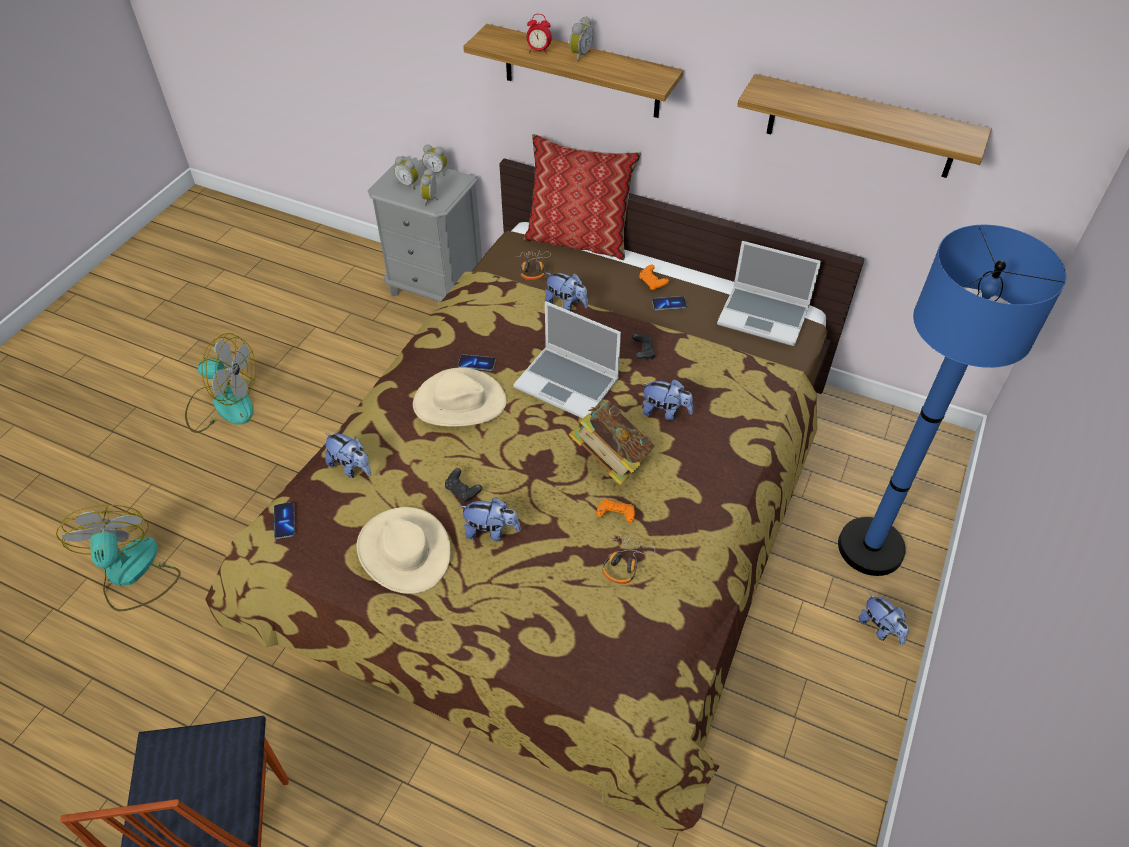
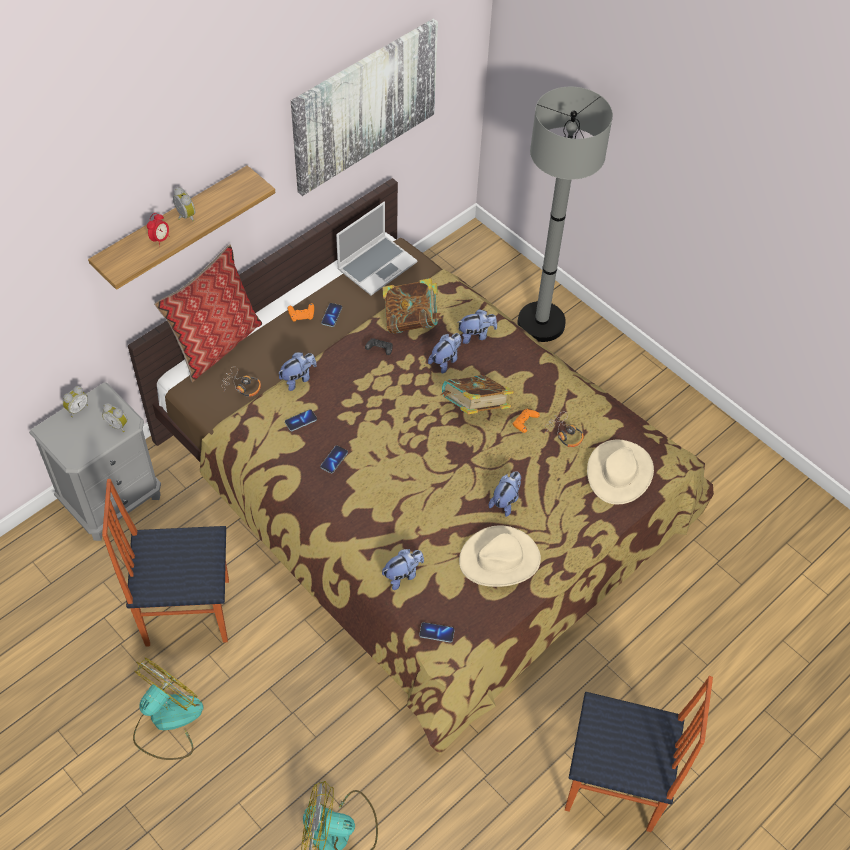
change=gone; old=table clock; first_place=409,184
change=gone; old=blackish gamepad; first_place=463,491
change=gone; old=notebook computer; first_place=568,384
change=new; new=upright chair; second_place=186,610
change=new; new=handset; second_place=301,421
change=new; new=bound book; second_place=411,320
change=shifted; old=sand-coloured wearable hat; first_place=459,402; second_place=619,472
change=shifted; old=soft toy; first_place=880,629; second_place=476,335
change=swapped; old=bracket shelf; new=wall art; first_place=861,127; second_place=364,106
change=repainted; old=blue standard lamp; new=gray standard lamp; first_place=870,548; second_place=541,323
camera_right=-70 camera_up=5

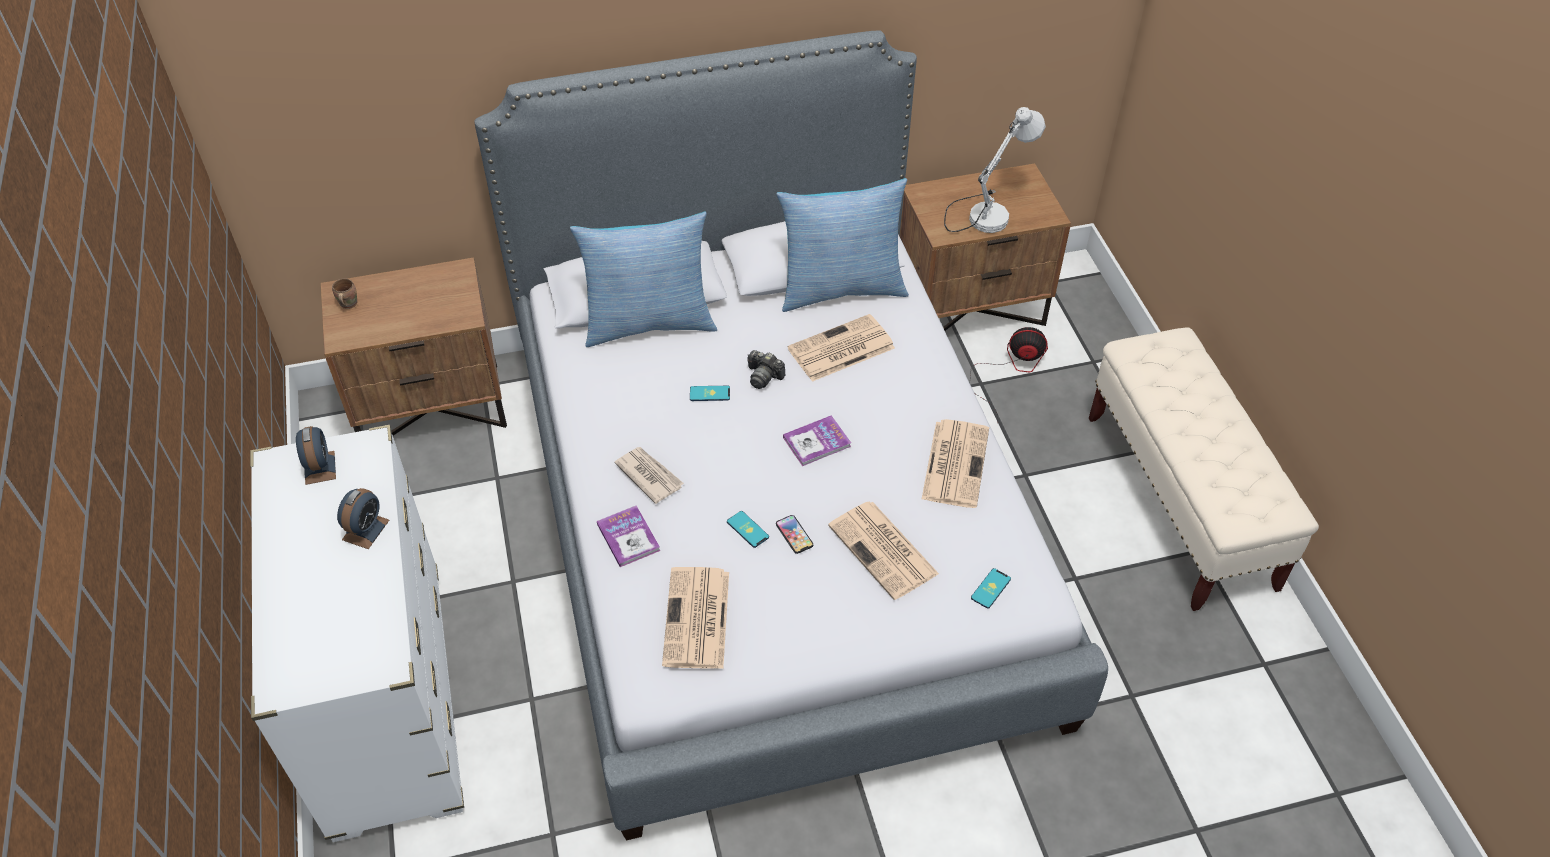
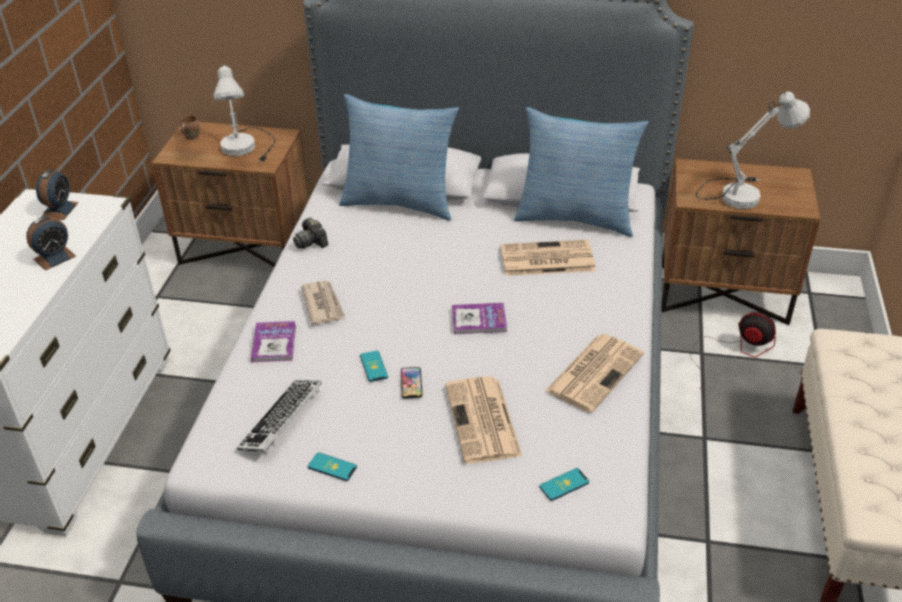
change=new; new=white-coloured lamp for a table; second_place=248,150
change=shifted; old=handset; first_place=710,394; second_place=332,467
change=shifted; old=still camera; first_place=763,376; second_place=311,242
change=swapped; old=daily paper; new=keyboard; first_place=697,620; second_place=282,420
camera_right=25 camera_up=-10

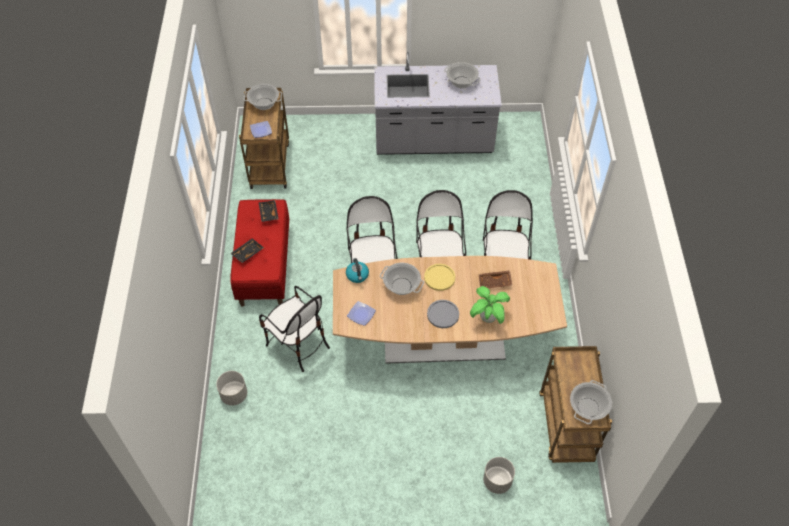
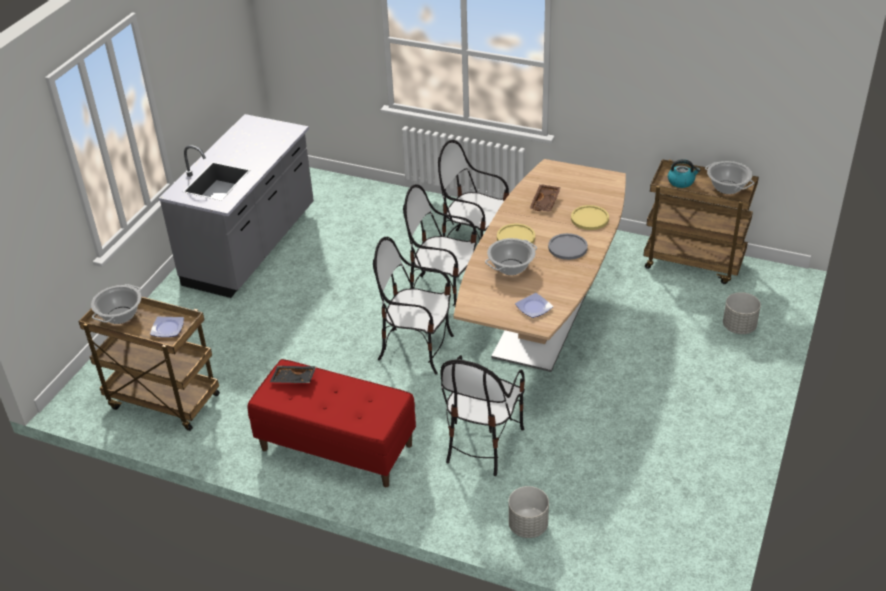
change=gone; old=blackish serving tray; first_place=247,252
change=gone; old=stockpot; first_place=461,82
change=shifted; old=tea kettle; first_place=357,275; second_place=681,182
change=swapped; old=potted plant; new=yellow flat dish; first_place=488,318; second_place=589,218
change=rotated; old=upright chair; first_place=298,344; second_place=482,443; degrees=135
camera_right=-65 camera_up=-15

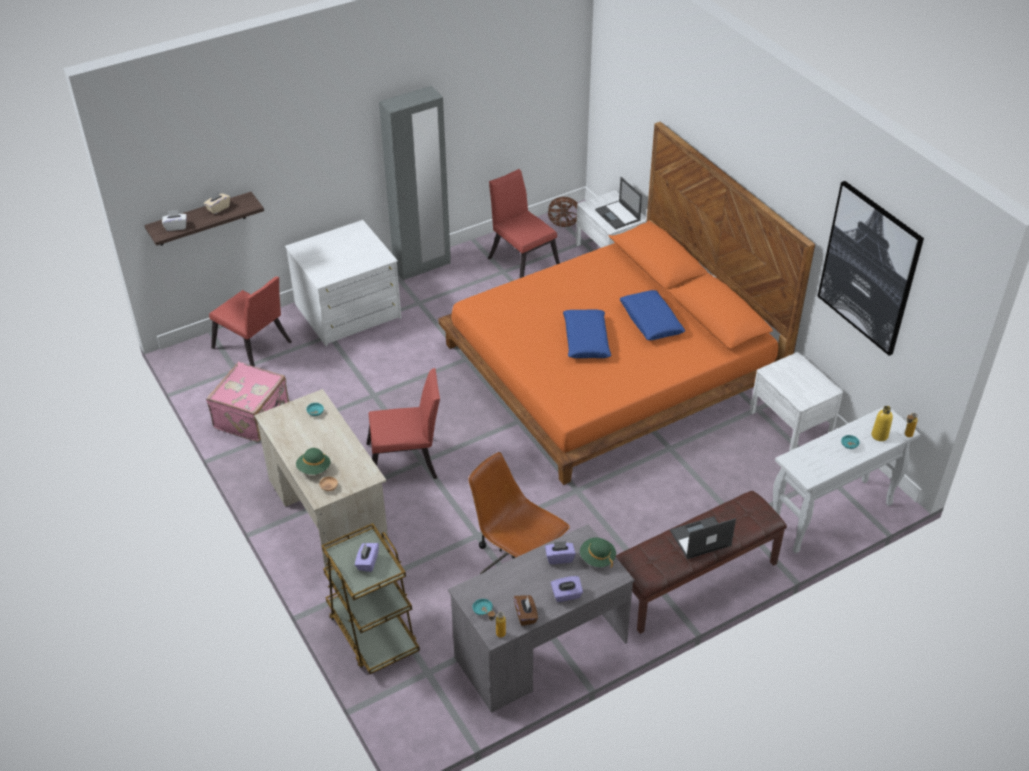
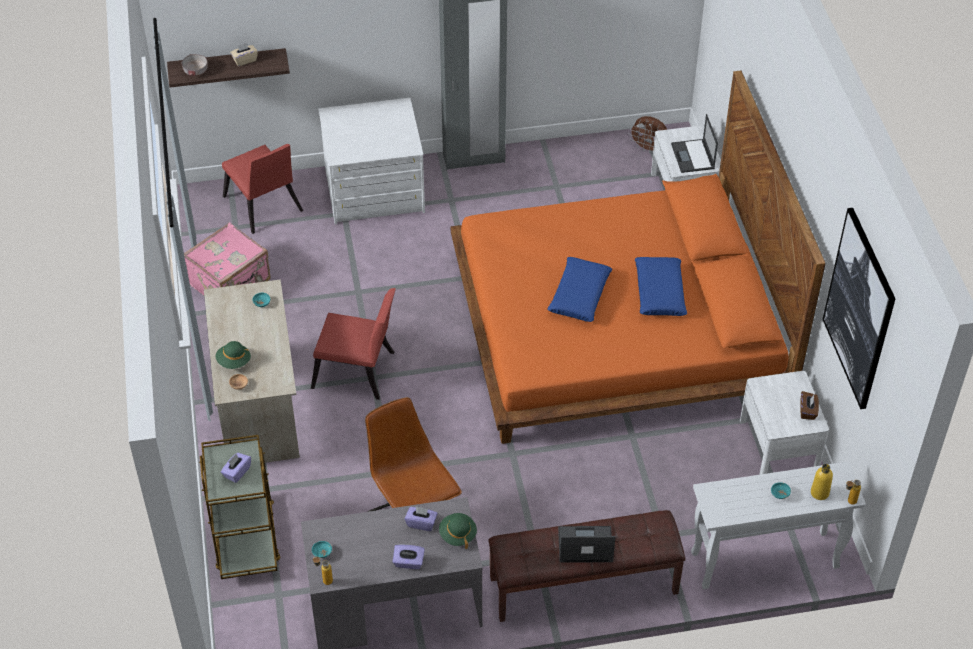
change=gone; old=reddish upright chair; first_place=522,261
change=shifted; old=brownish tissue box; first_place=525,615; second_place=808,411
change=swapped; old=white-coloured tissue box; new=gray bowl; first_place=176,227; second_place=195,71
camera_right=20 camera_up=5

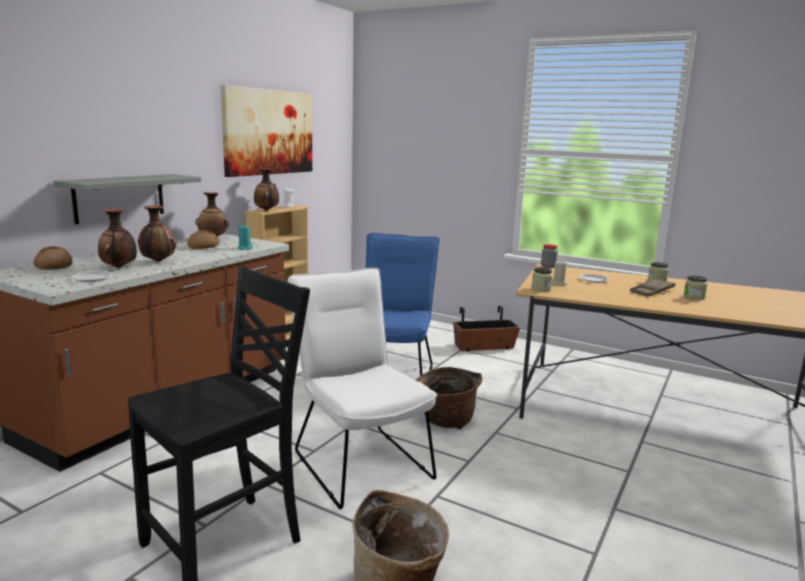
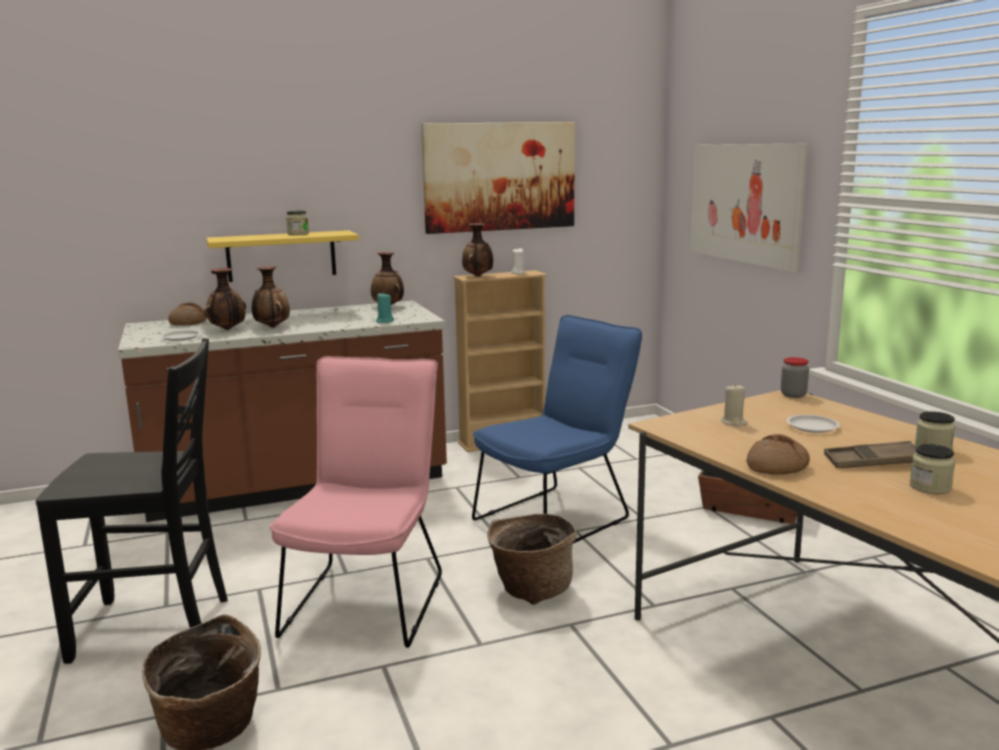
change=new; new=wall art; second_place=745,203
change=shifted; old=bread; first_place=203,246; second_place=777,467
change=shifted; old=jar; first_place=541,289; second_place=298,234
change=repainted; old=gray bracket shelf; new=yellow bracket shelf; first_place=119,198; second_place=281,256
change=repainted; old=white-coloured upright chair; new=pink-coloured upright chair; first_place=358,460; second_place=369,598
camera_right=40 camera_up=0

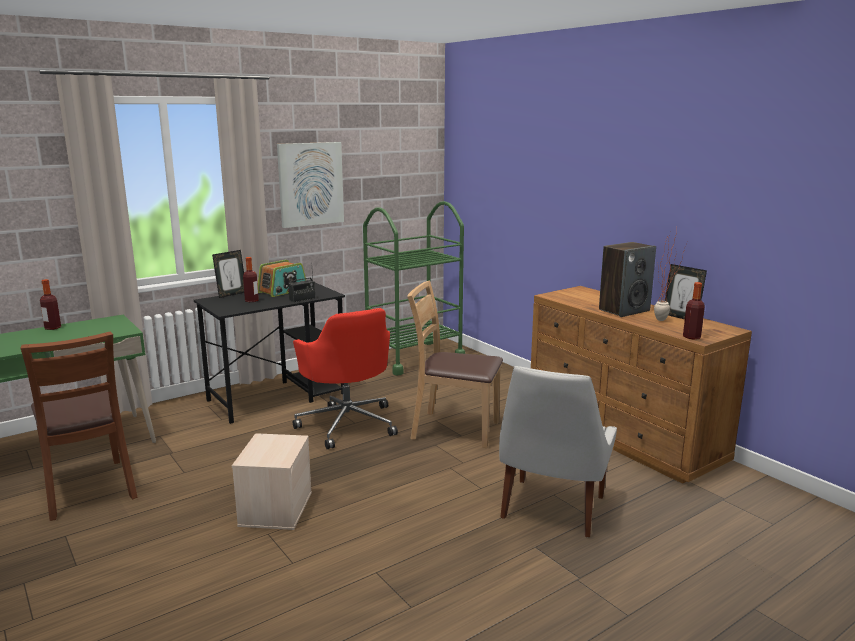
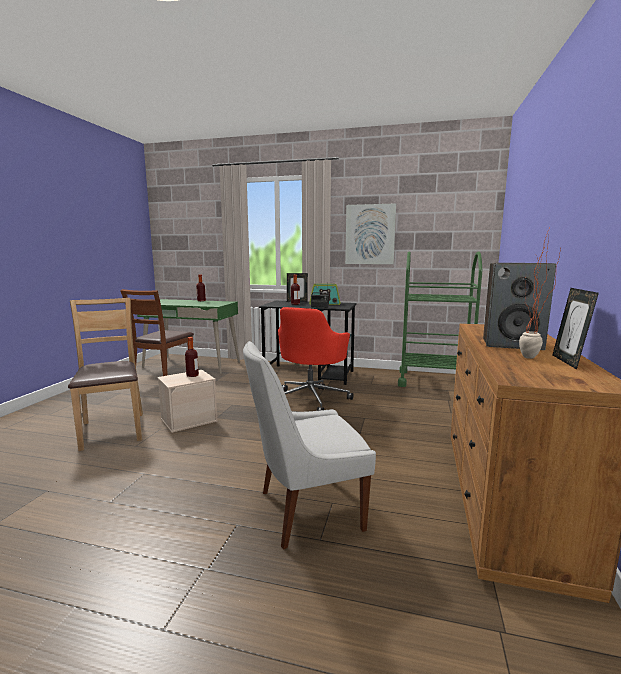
change=shifted; old=brownish upright chair; first_place=454,430; second_place=112,430
change=shifted; old=drink bottle; first_place=691,337; second_place=192,375
camera_right=50 camera_up=-5

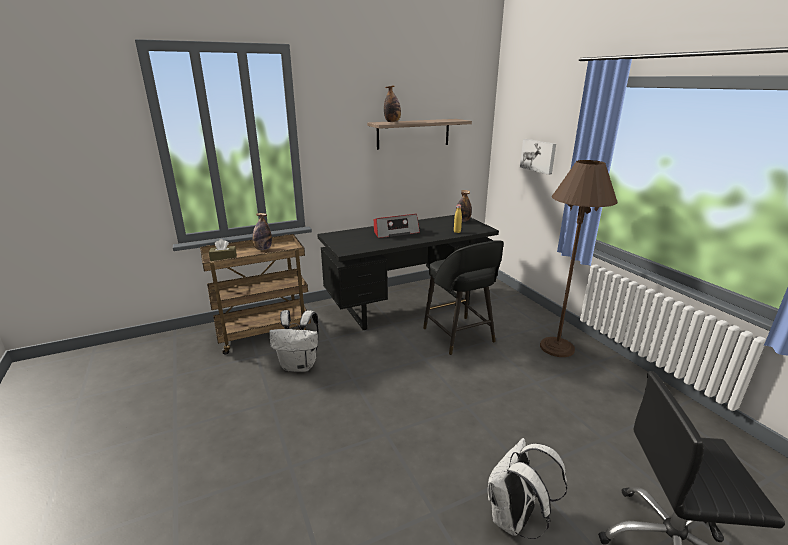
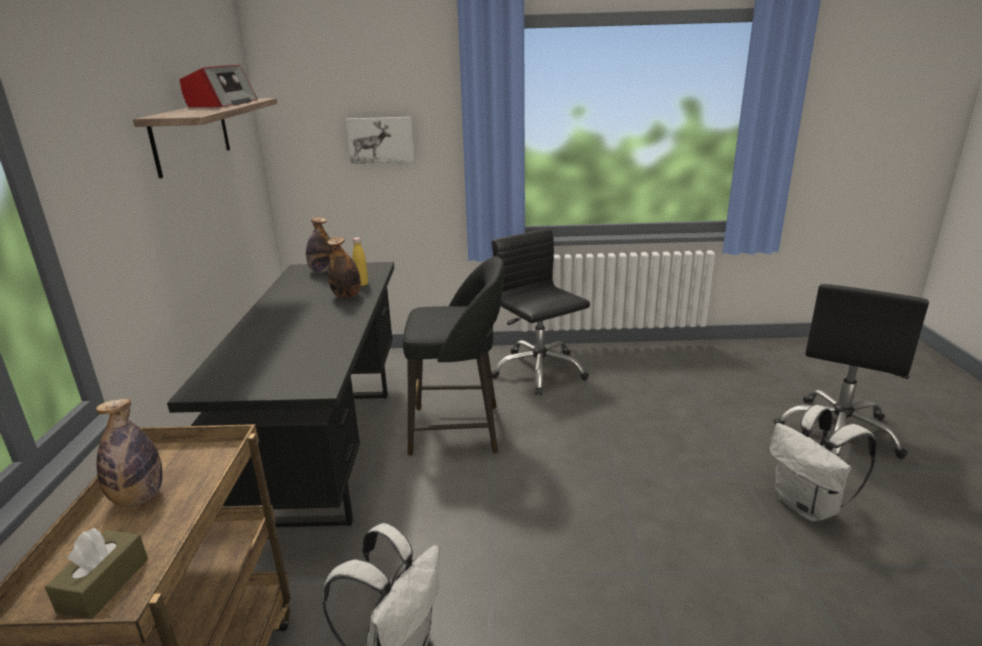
change=shifted; old=radio; first_place=395,232; second_place=222,104
change=shifted; old=drink bottle; first_place=392,122; second_place=347,296
change=swapped; old=brownish standard lamp; new=blackish computer chair; first_place=557,347; second_place=539,371
camera_right=-65 camera_up=0

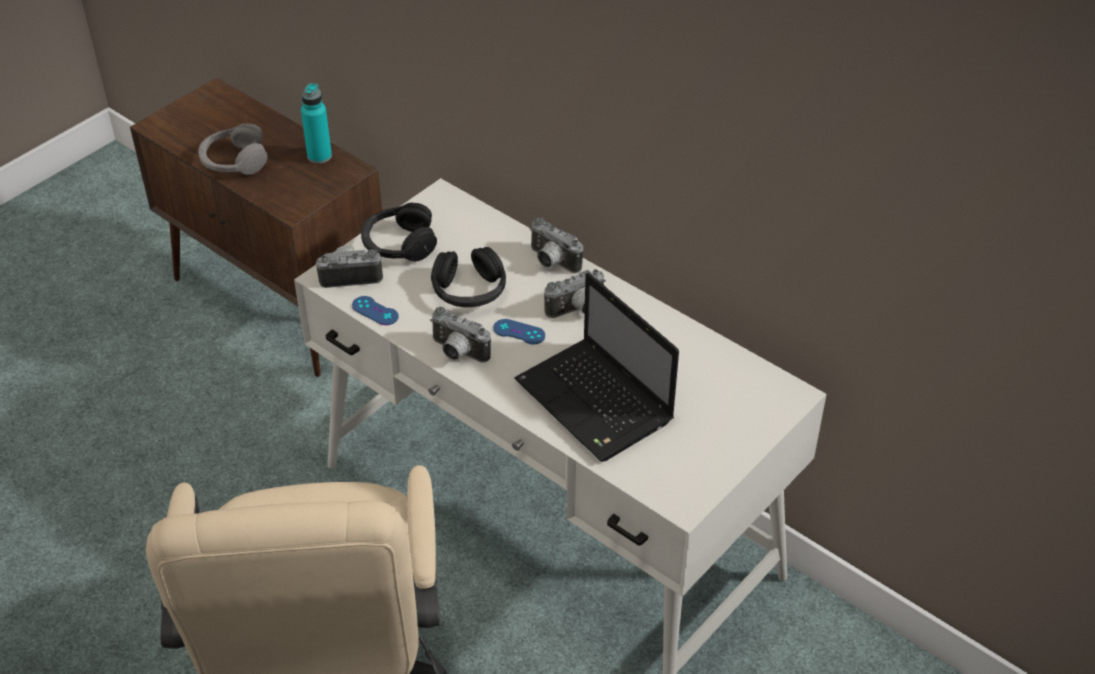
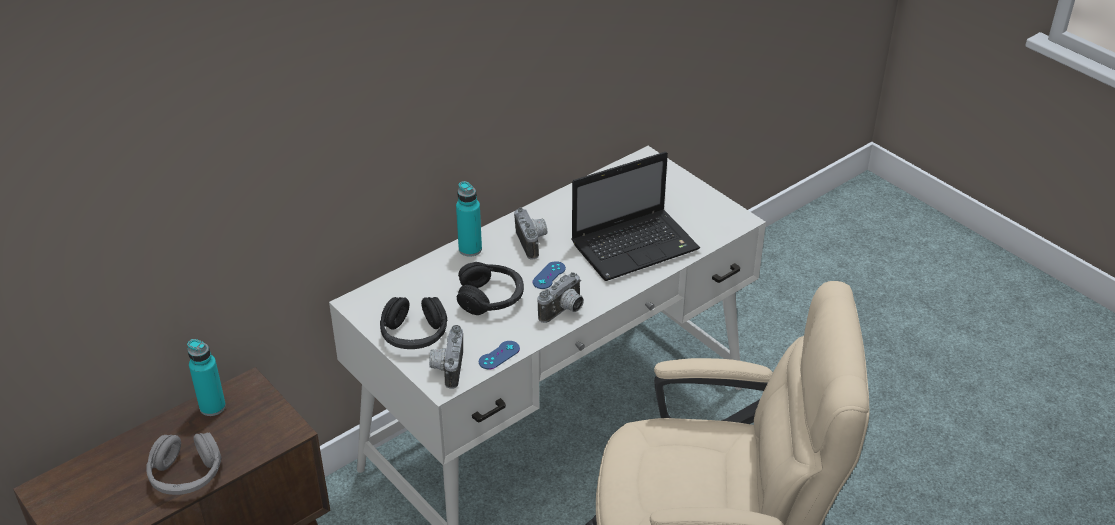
change=swapped; old=still camera; new=turquoise-coloured drink bottle; first_place=551,262; second_place=470,249
camera_right=-80 camera_up=-5

